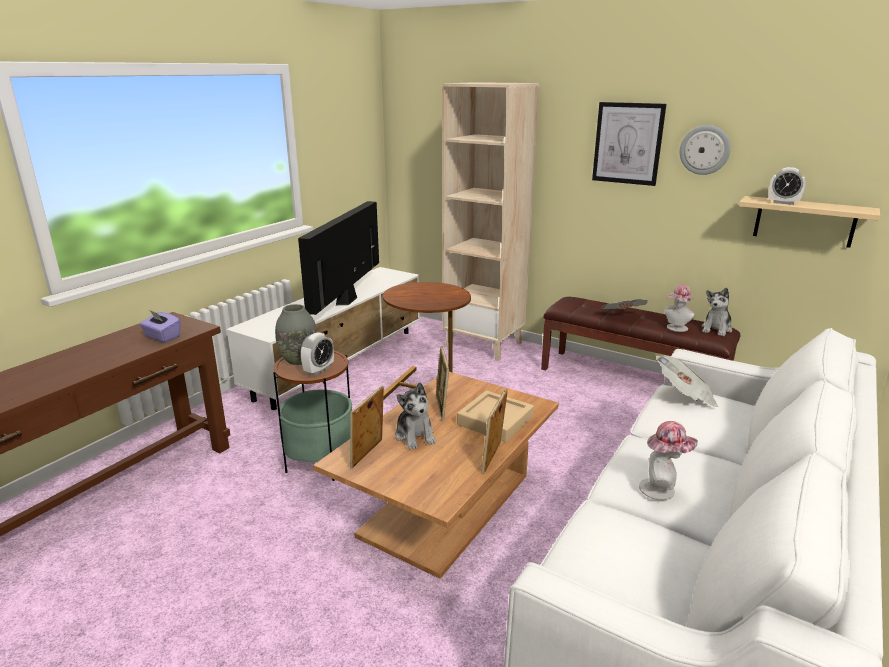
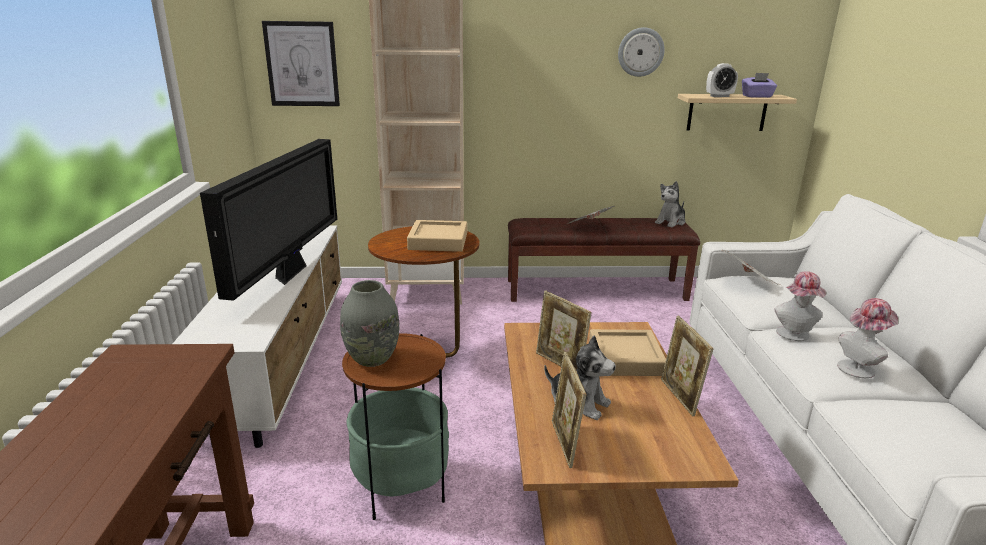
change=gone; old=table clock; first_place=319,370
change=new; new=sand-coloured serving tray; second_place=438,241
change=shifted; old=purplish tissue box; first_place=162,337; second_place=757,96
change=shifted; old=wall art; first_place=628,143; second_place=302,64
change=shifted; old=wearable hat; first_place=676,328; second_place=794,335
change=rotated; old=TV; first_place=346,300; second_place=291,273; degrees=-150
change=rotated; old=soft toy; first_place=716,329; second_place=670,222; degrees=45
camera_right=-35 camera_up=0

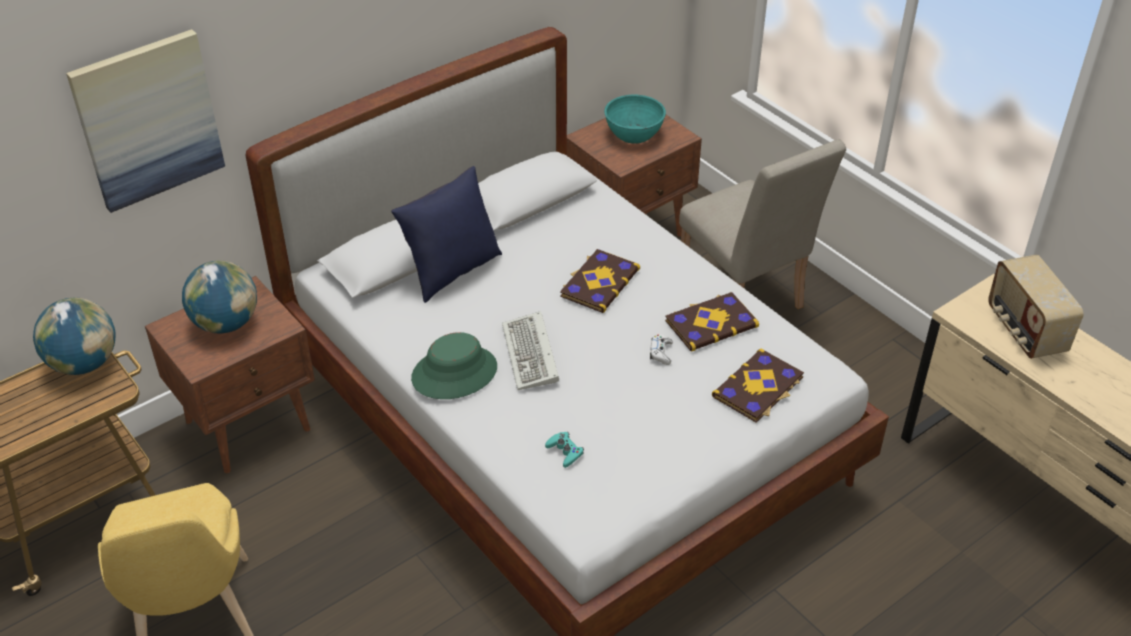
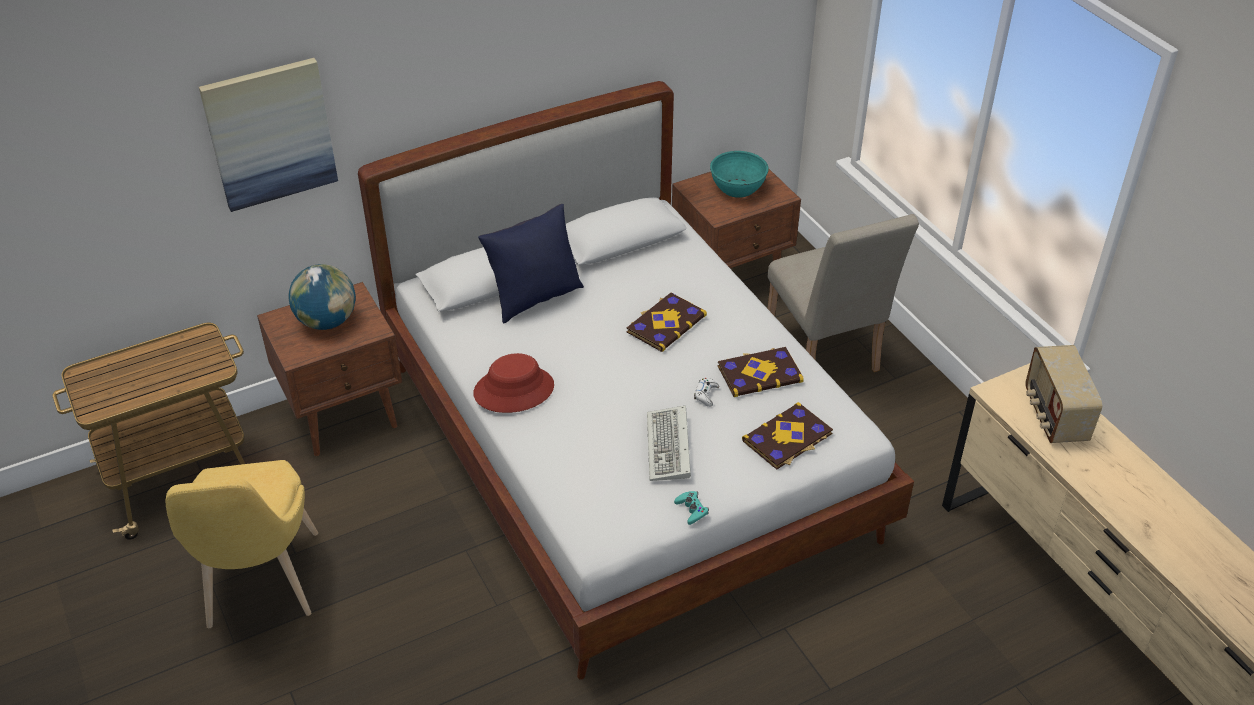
change=gone; old=desk globe; first_place=84,363
change=shifted; old=keyboard; first_place=532,355; second_place=670,448
change=shifted; old=turquoise-coloured gamepad; first_place=565,451; second_place=691,509
change=repainted; old=greenish wearable hat; new=reddish wearable hat; first_place=454,373; second_place=514,390
camera_right=10 camera_up=0

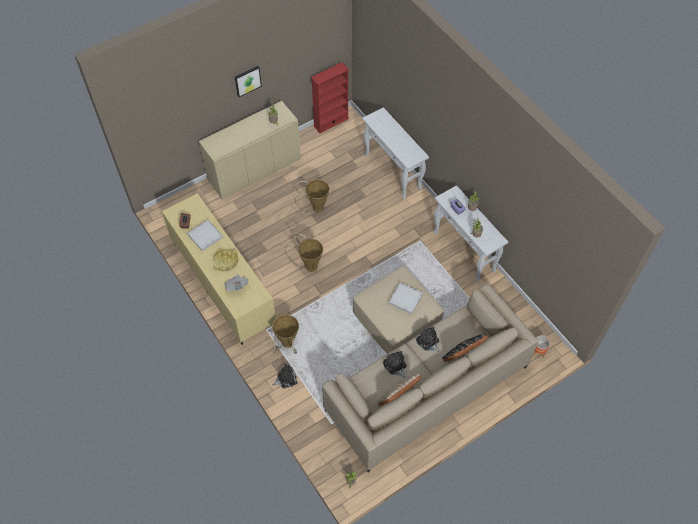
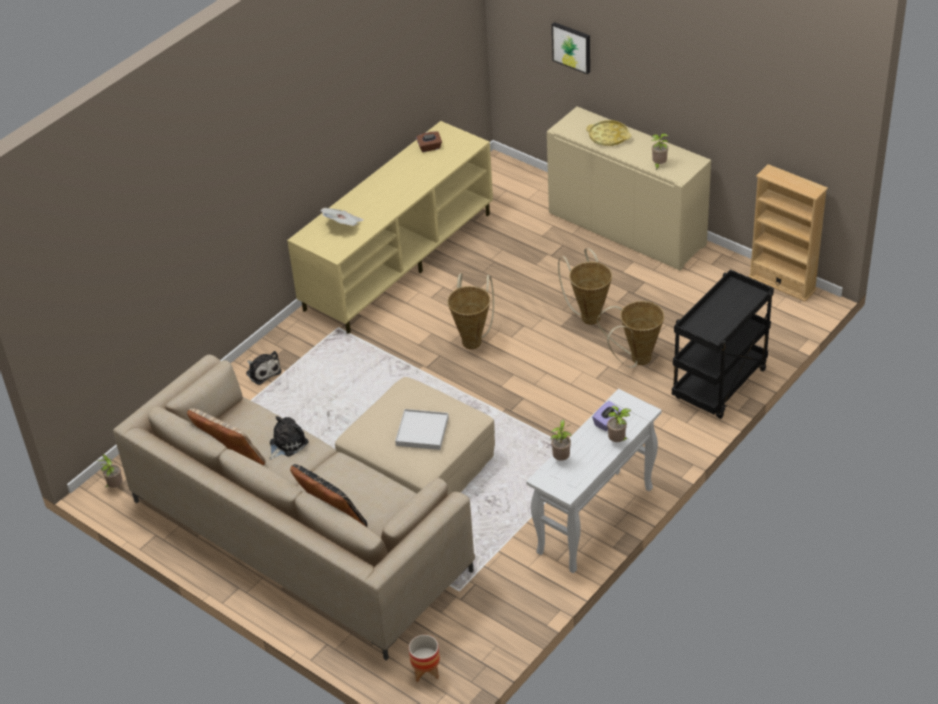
change=gone; old=white-coloured serving tray; first_place=205,236
change=gone; old=soft toy; first_place=428,341
change=shifted; old=yellow serving tray; first_place=225,261; second_place=608,136
change=shifted; old=wall art; first_place=247,80; second_place=572,47
change=shifted; old=basket; first_place=287,345; second_place=636,360
change=swapped; old=white-coloured hall table; new=blackish cart; first_place=393,172; second_place=720,386
change=repainted; old=reddish bookcase; new=sand-coloured bookcase; first_place=331,122; second_place=782,283
camera_right=75 camera_up=-15

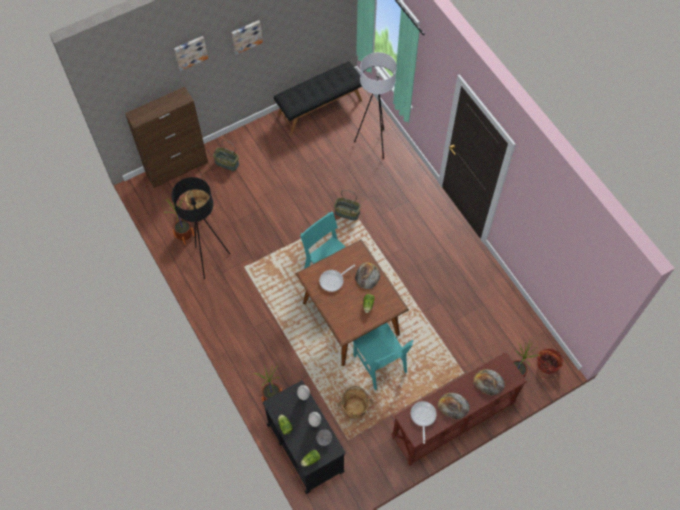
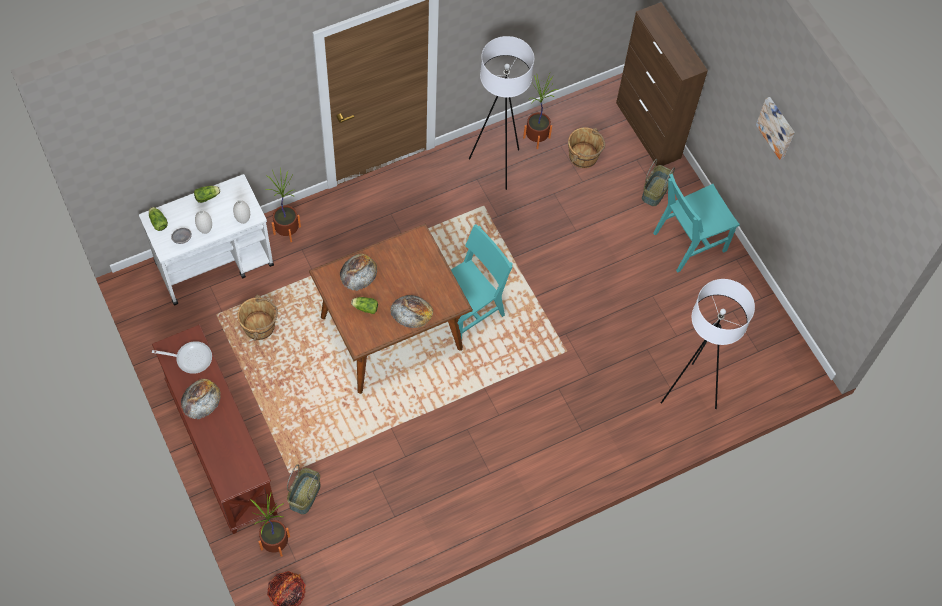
change=gone; old=wall art; first_place=190,52
change=gone; old=blackish long seat; first_place=320,107
change=gone; old=frying pan; first_place=333,280
change=shifted; old=basket; first_place=347,212; second_place=305,496
change=shifted; old=turquoise-coloured upright chair; first_place=379,364; second_place=689,242
change=shifted; old=bread; first_place=488,382; second_place=358,272
change=repainted; old=blackish standard lamp; new=white-coloured standard lamp; first_place=209,260; second_place=497,165
change=repainted; old=blackish cart; new=white-coloured cart; first_place=305,447; second_place=215,263
camera_right=90 camera_up=0

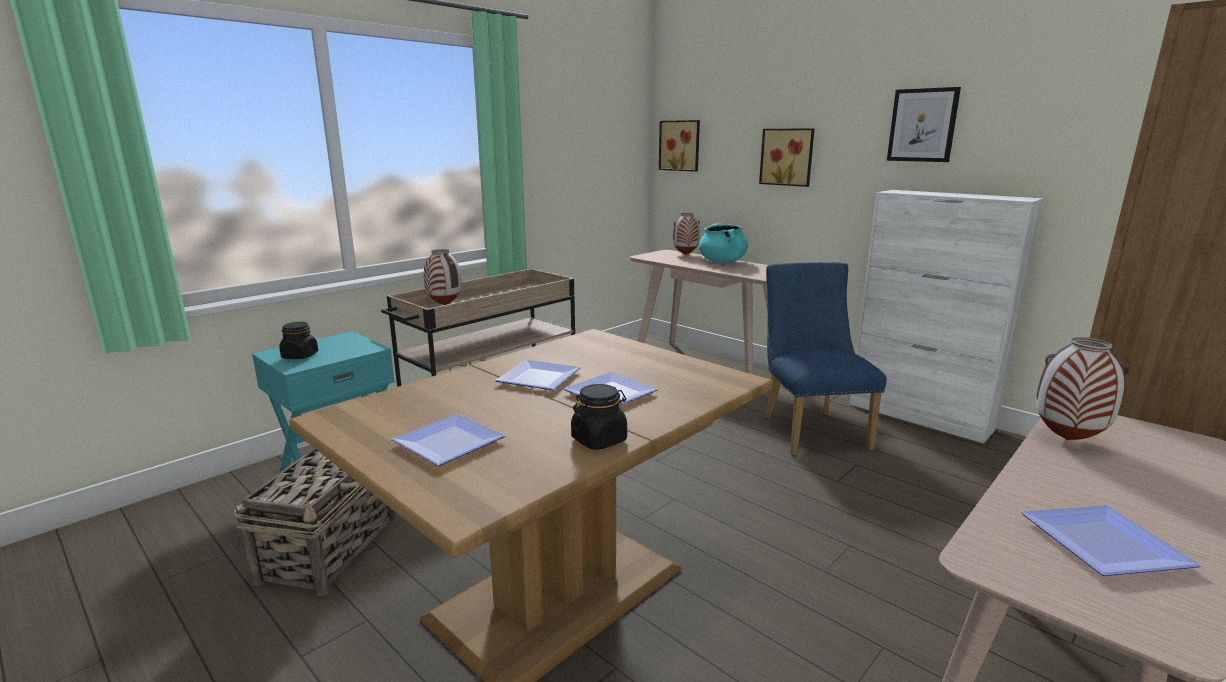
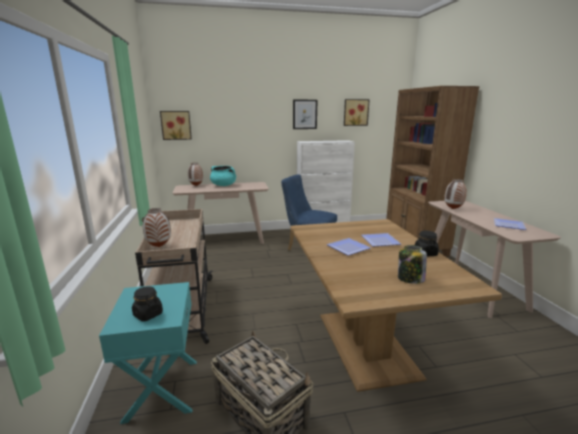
change=shifted; old=wall art; first_place=787,157; second_place=355,112
change=swapped; old=flat dish; new=jar; first_place=445,443; second_place=410,279
camera_right=-55 camera_up=0

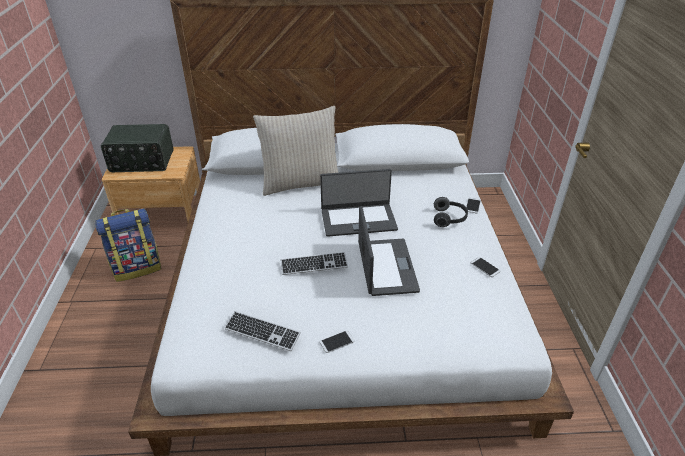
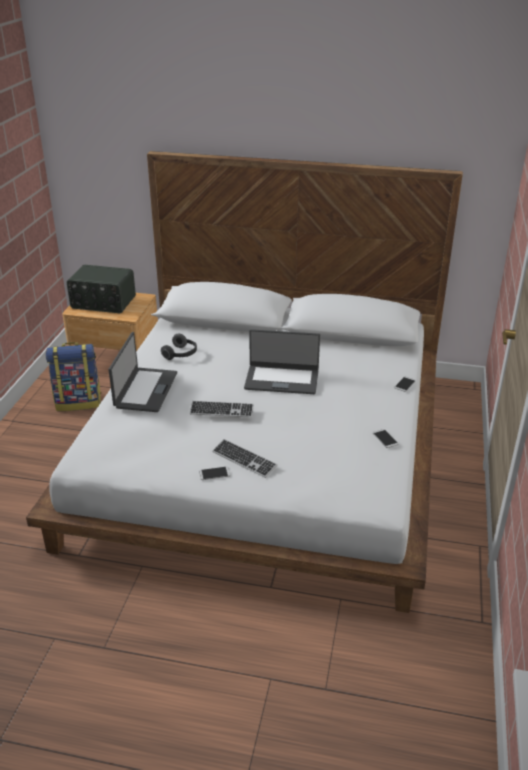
change=gone; old=sand-coloured cushion; first_place=300,183
change=shifted; old=keyboard; first_place=262,332; second_place=244,459
change=shifted; old=notebook computer; first_place=386,267; second_place=145,390
change=shifted; old=headphones; first_place=449,219; second_place=181,354
camera_right=15 camera_up=-5

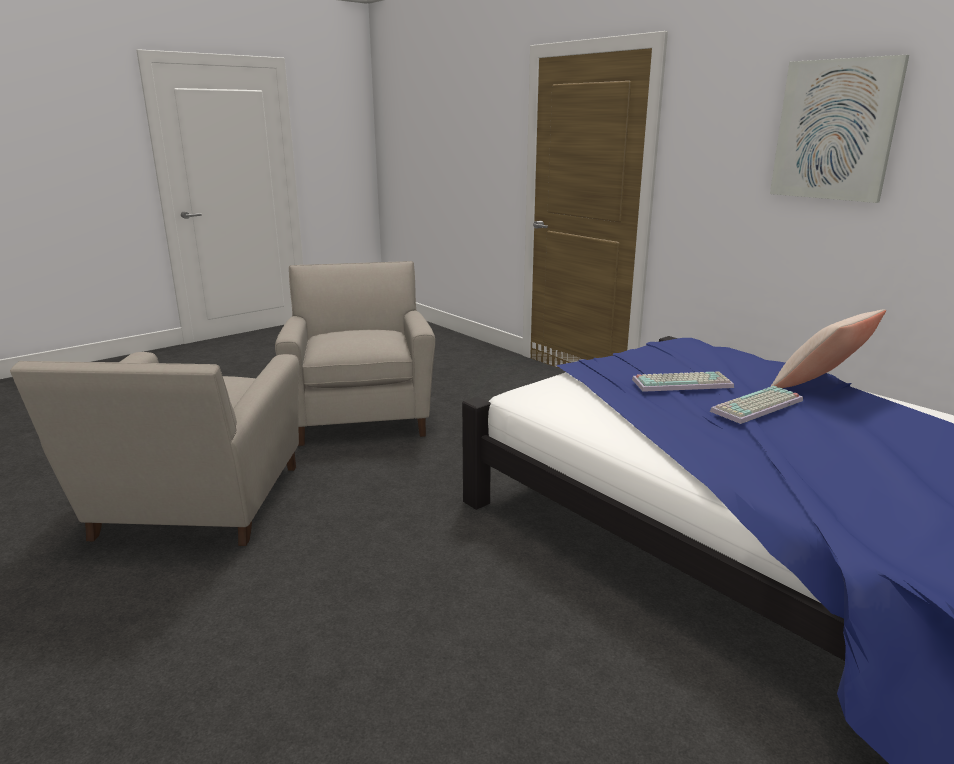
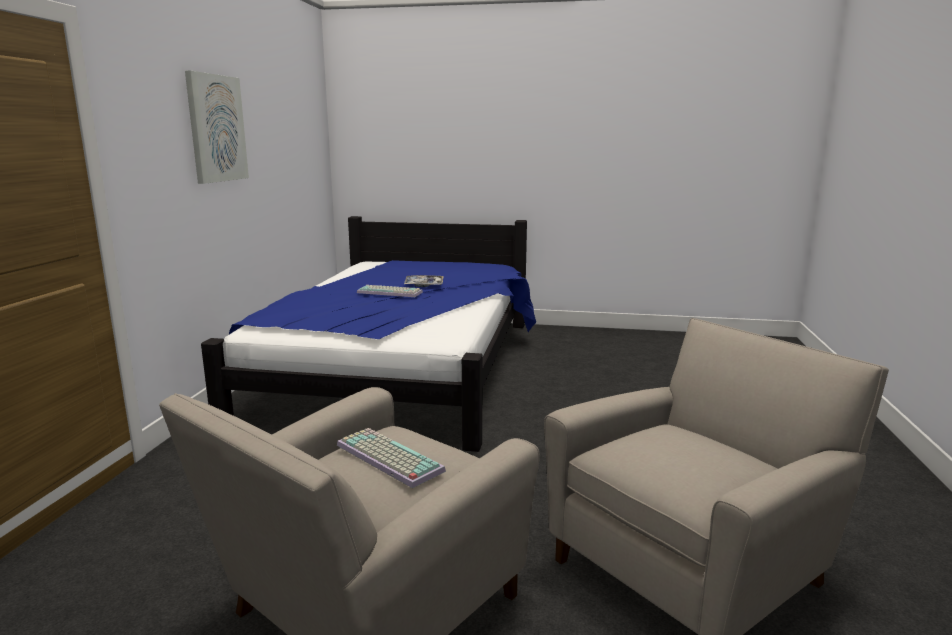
change=gone; old=sand-coloured cushion; first_place=820,386
change=new; new=serving tray; second_place=424,285
change=shifted; old=keyboard; first_place=682,383; second_place=386,458
camera_right=-130 camera_up=-5

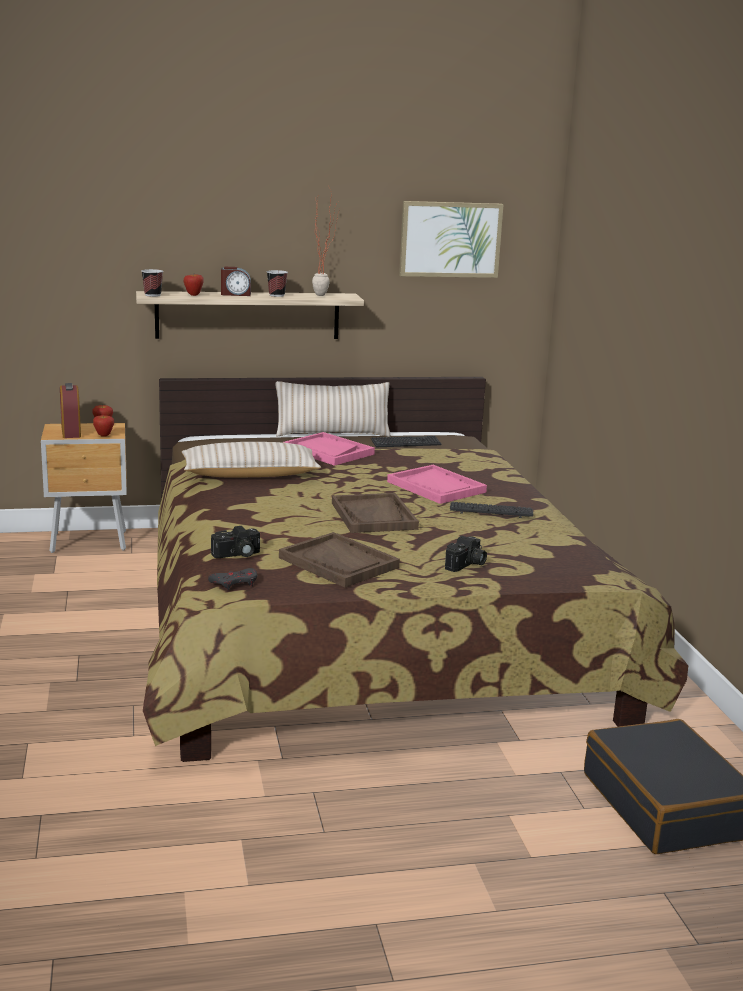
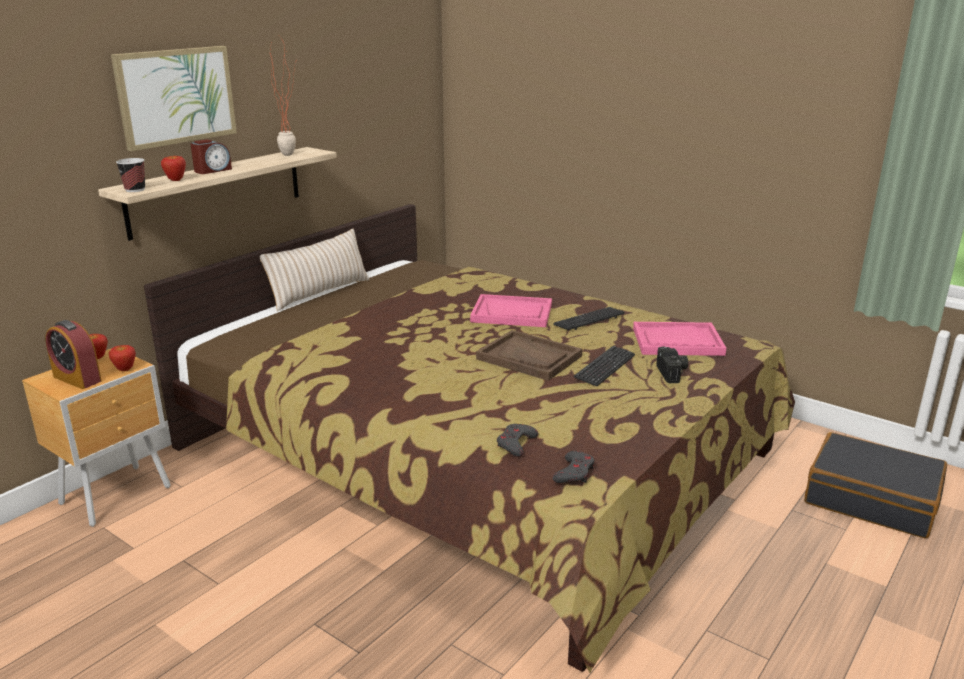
change=gone; old=sand-coloured cushion; first_place=250,474
change=gone; old=cup; first_place=276,295
change=gone; old=brownish serving tray; first_place=339,563
change=shifted; old=pink-coloured serving tray; first_place=328,451; second_place=677,341
change=shifted; old=keyboard; first_place=405,443; second_place=605,367
change=shifted; old=wall art; first_place=450,239; second_place=176,96
change=swapped; old=still camera; new=gray gamepad; first_place=237,555; second_place=516,443
camera_right=-40 camera_up=5

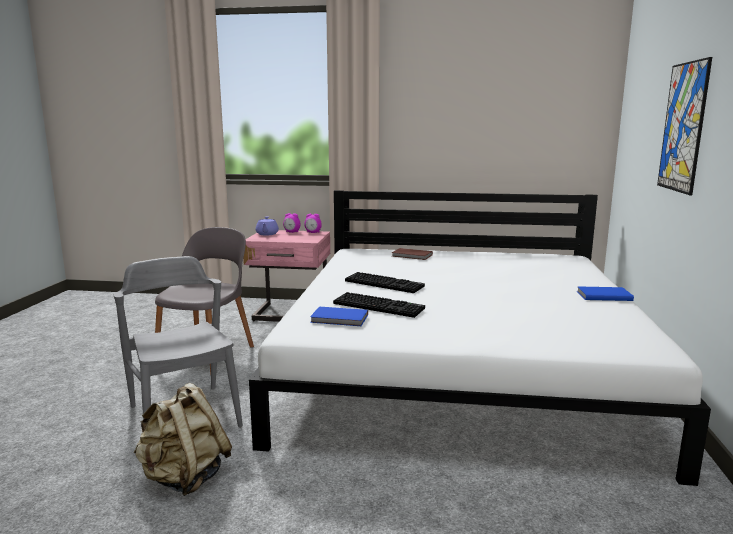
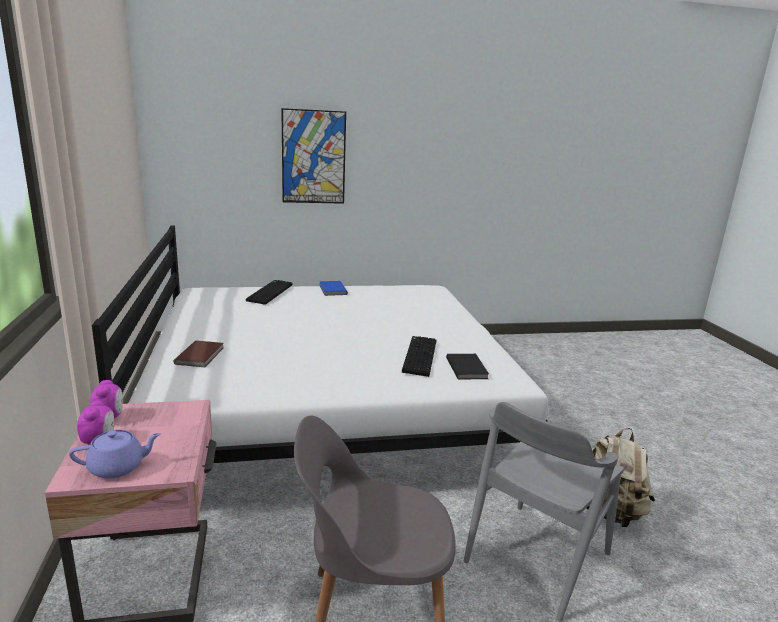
change=shifted; old=keyboard; first_place=385,284; second_place=269,292
change=repainted; old=blue bound book; new=blackish bound book; first_place=340,319; second_place=467,368
camera_right=-110 camera_up=5

